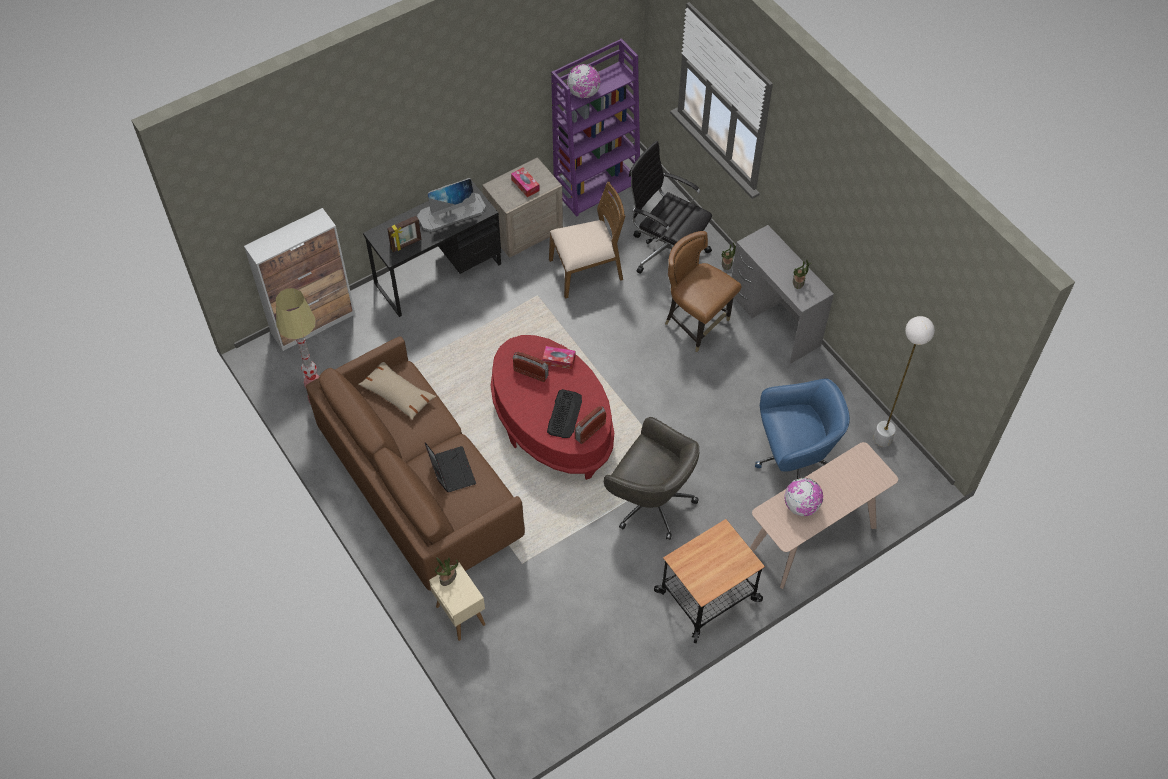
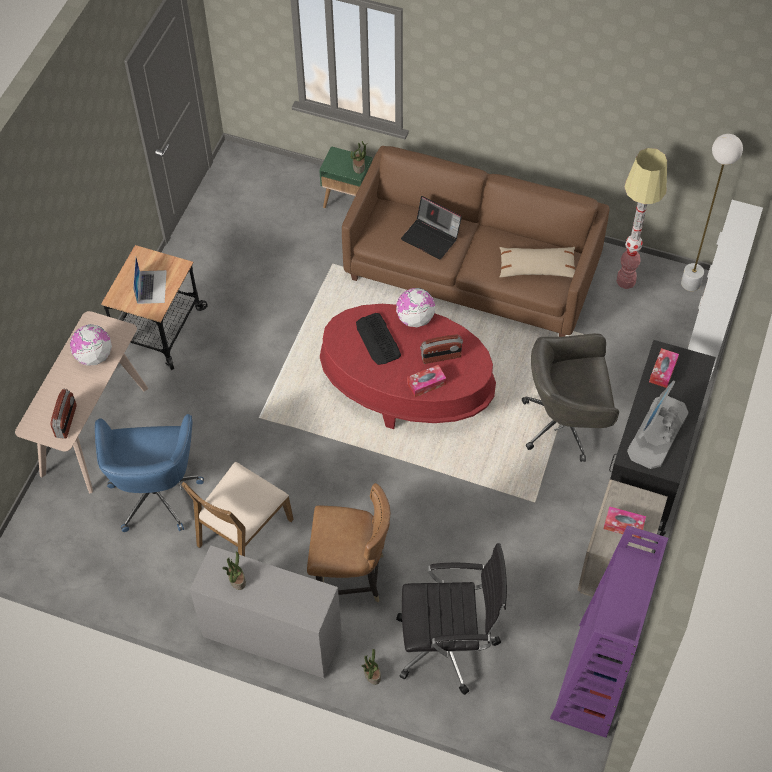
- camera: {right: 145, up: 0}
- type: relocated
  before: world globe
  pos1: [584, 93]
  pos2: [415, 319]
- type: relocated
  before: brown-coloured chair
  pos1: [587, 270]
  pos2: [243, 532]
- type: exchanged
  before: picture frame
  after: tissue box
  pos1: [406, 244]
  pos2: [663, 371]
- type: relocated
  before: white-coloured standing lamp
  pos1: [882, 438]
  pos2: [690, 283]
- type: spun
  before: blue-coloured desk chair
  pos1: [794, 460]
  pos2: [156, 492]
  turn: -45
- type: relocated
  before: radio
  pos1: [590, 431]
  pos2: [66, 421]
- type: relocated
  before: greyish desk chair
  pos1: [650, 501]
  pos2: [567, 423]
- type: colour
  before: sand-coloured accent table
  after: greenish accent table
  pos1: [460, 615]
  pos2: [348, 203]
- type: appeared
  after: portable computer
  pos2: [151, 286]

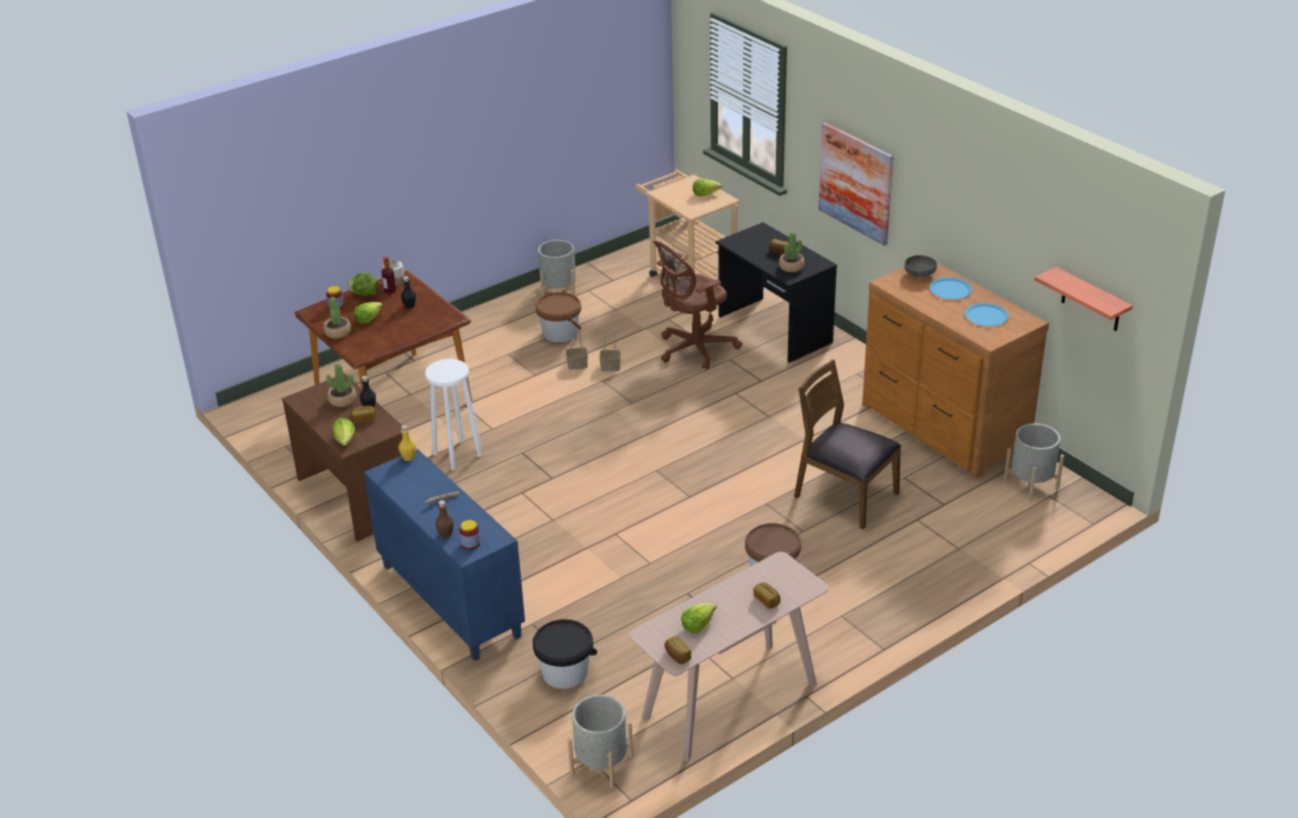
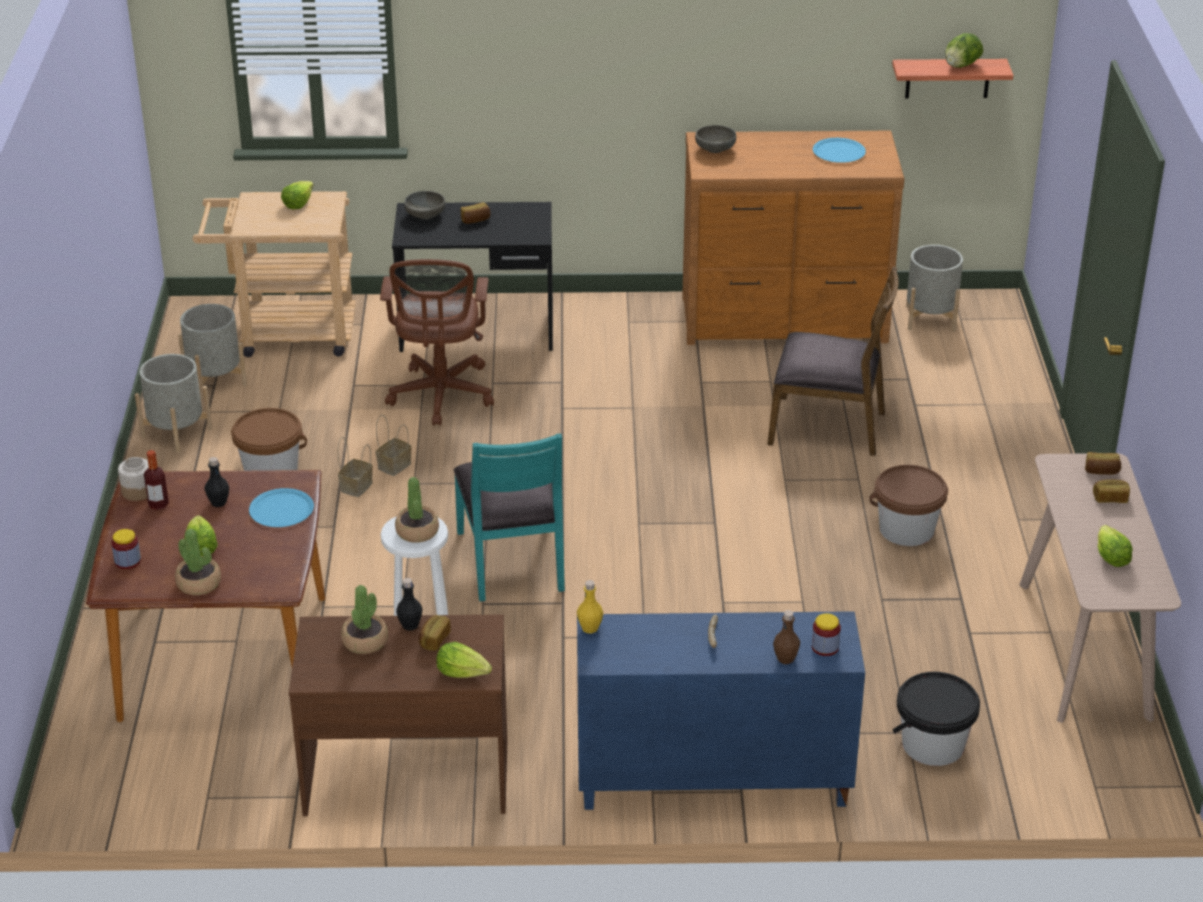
- camera: {right: -55, up: 0}
- type: missing
  before: wall picture
  pos1: [856, 183]
- type: relocated
  before: houseplant
  pos1: [791, 267]
  pos2: [417, 531]
- type: relocated
  before: lettuce head
  pos1: [364, 294]
  pos2: [961, 66]
- type: relocated
  before: blue-coloured flat dish
  pos1: [950, 289]
  pos2: [281, 509]
- type: spun
  before: brown-coloured chair
  pos1: [844, 495]
  pos2: [828, 427]
  turn: -150
- type: relocated
  before: bread
  pos1: [677, 656]
  pos2: [1101, 471]
- type: relocated
  before: greyish plant pot
  pos1: [601, 764]
  pos2: [215, 380]
- type: appeared
  after: greyish bowl
  pos2: [425, 215]
- type: appeared
  after: turquoise chair
  pos2: [513, 561]

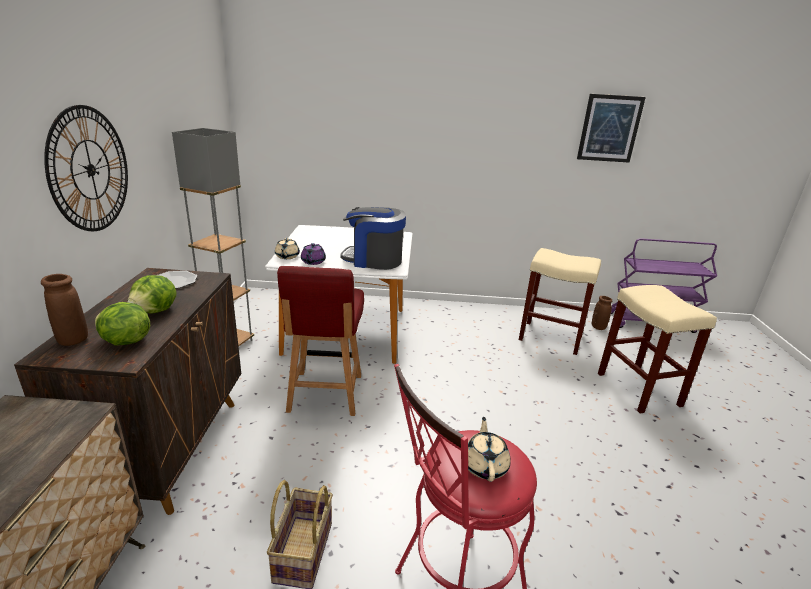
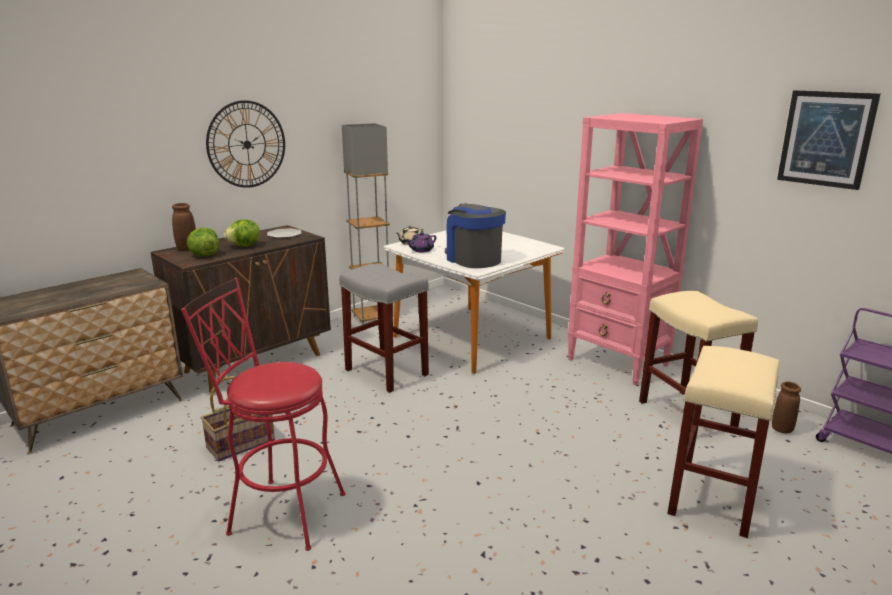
- camera: {right: 45, up: -5}
- type: exchanged
  before: red-coloured chair
  after: greyish stool
  pos1: [325, 394]
  pos2: [385, 372]
- type: missing
  before: sand-coloured tea pot
  pos1: [484, 465]
- type: appeared
  after: pink bookcase
  pos2: [618, 363]

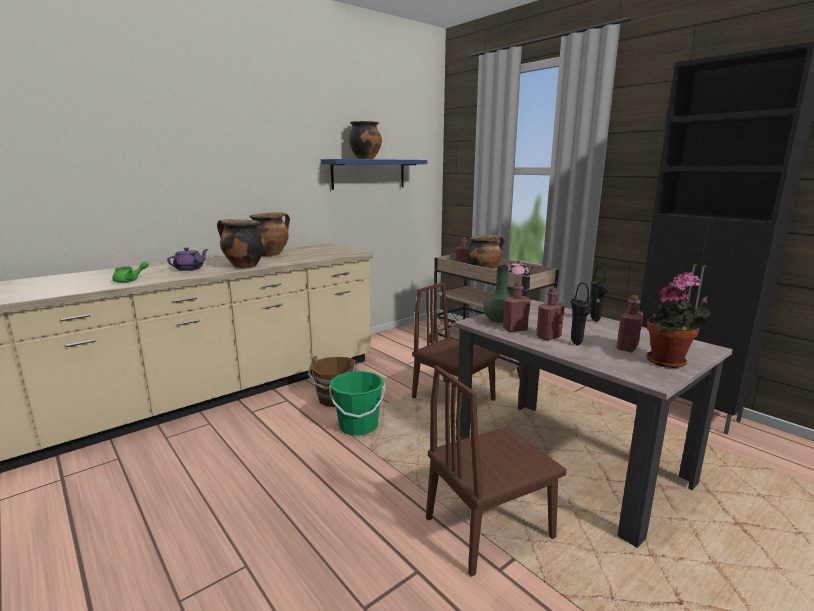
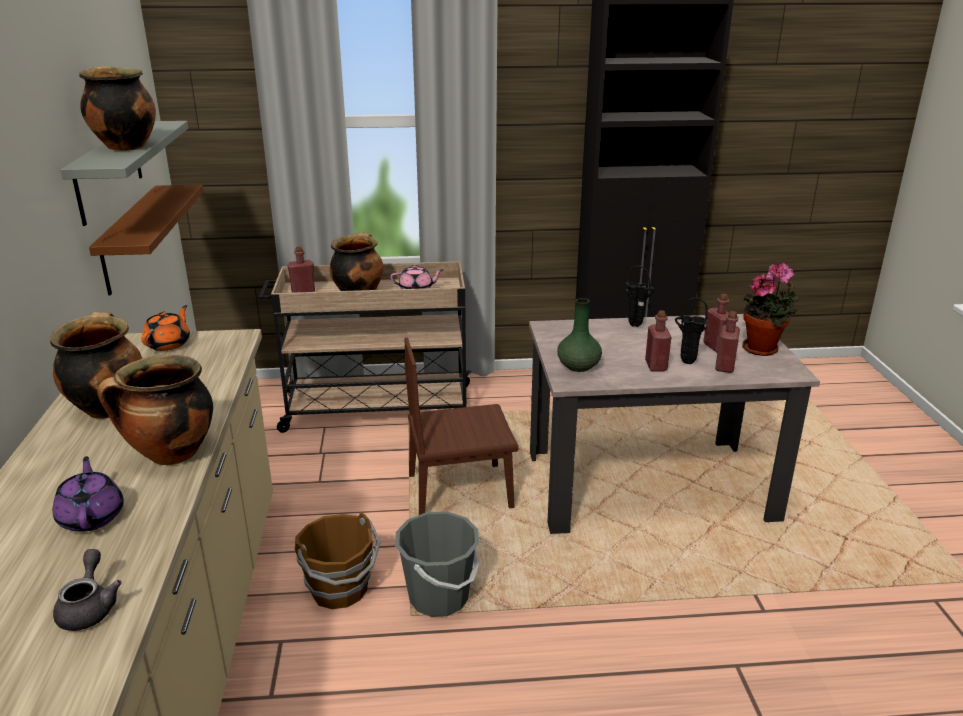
- camera: {right: -55, up: 10}
- type: colour
  before: blue-coloured bracket shelf
  after: greyish bracket shelf
  pos1: [369, 174]
  pos2: [108, 171]
- type: colour
  before: greenish tea pot
  after: greyish tea pot
  pos1: [130, 280]
  pos2: [90, 607]
- type: relocated
  before: red-coloured drink bottle
  pos1: [515, 329]
  pos2: [724, 367]
- type: missing
  before: brown-coloured chair
  pos1: [489, 527]
- type: colour
  before: greenish pail
  after: greyish pail
  pos1: [358, 426]
  pos2: [439, 597]
- type: appeared
  after: brown-coloured bracket shelf
  pos2: [130, 238]
- type: appeared
  after: orange tea pot
  pos2: [169, 344]

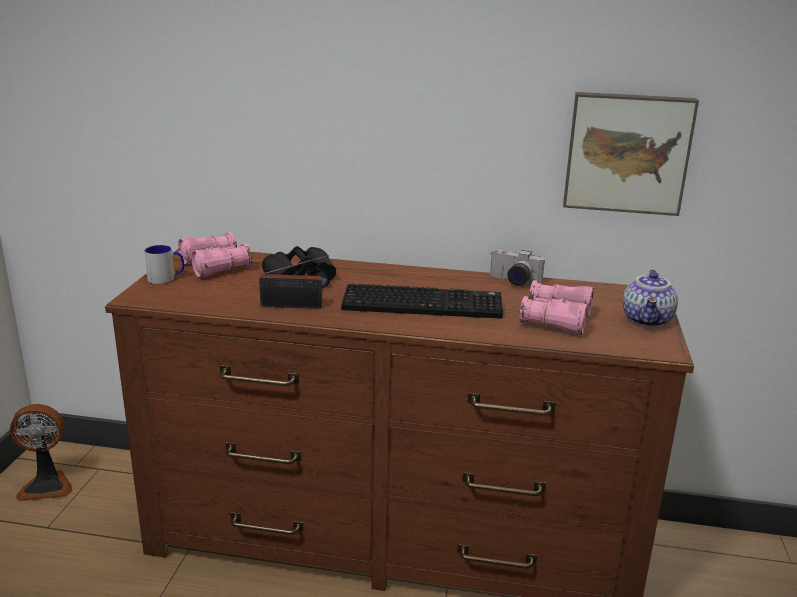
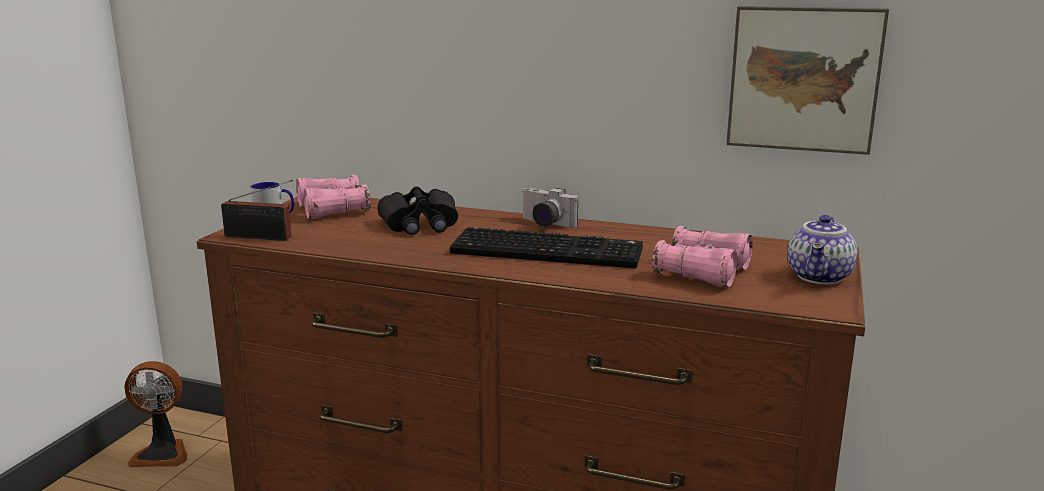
- camera: {right: 10, up: -5}
- type: relocated
  before: still camera
  pos1: [513, 282]
  pos2: [544, 224]
- type: relocated
  before: radio
  pos1: [295, 306]
  pos2: [261, 237]

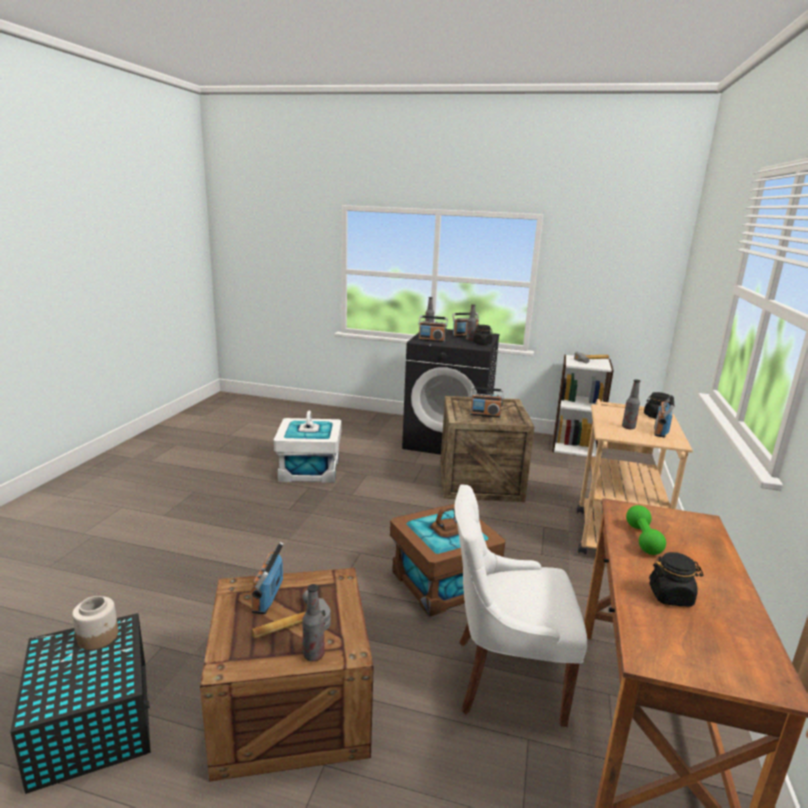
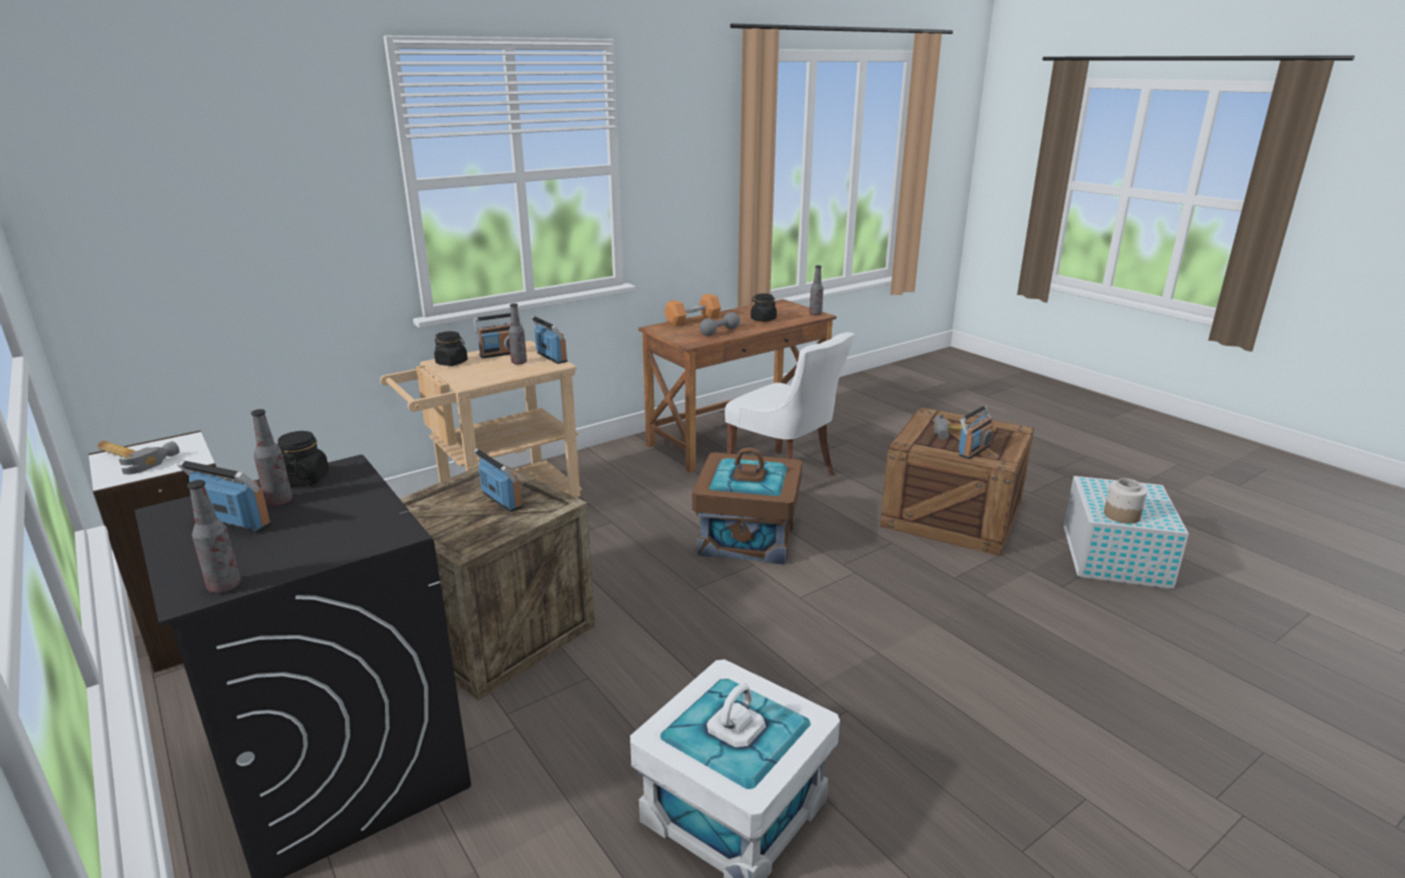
- camera: {right: -140, up: 5}
- type: relocated
  before: radio
  pos1: [431, 340]
  pos2: [551, 357]
- type: colour
  before: greenish free weight
  after: greyish free weight
  pos1: [643, 539]
  pos2: [719, 332]
- type: relocated
  before: drink bottle
  pos1: [313, 655]
  pos2: [815, 314]
- type: colour
  before: black-coloured storage box
  after: white-coloured storage box
  pos1: [93, 720]
  pos2: [1115, 556]
- type: appeared
  after: orange free weight
  pos2: [692, 320]

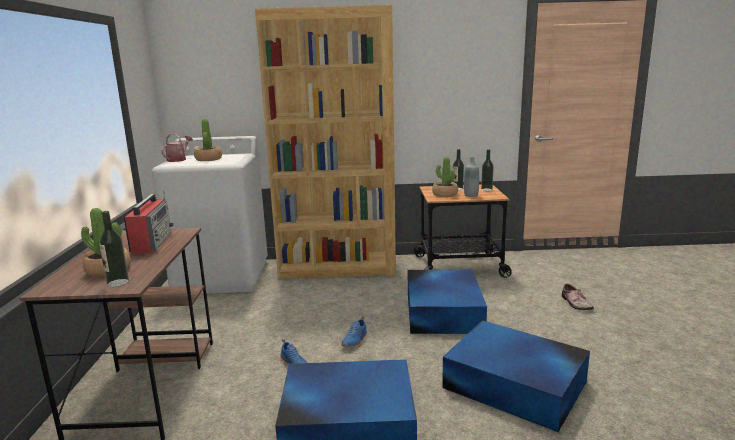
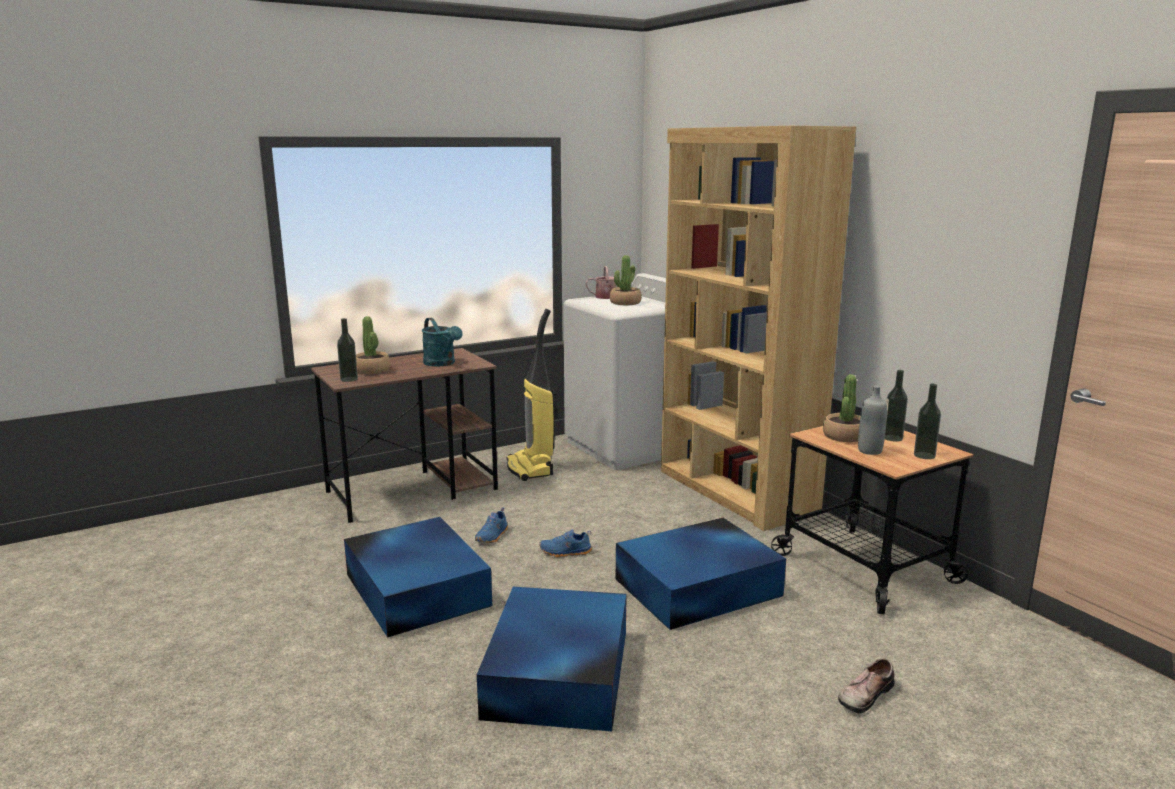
- camera: {right: 60, up: 0}
- type: exchanged
  before: radio
  after: turquoise watering pot
  pos1: [152, 242]
  pos2: [442, 363]
- type: appeared
  after: vacuum
  pos2: [531, 468]

